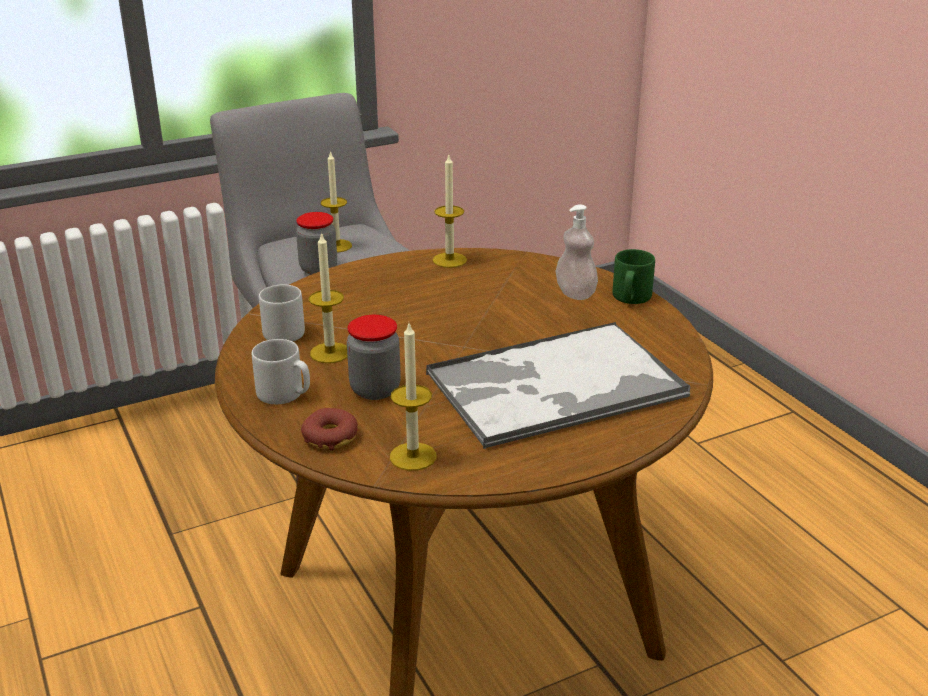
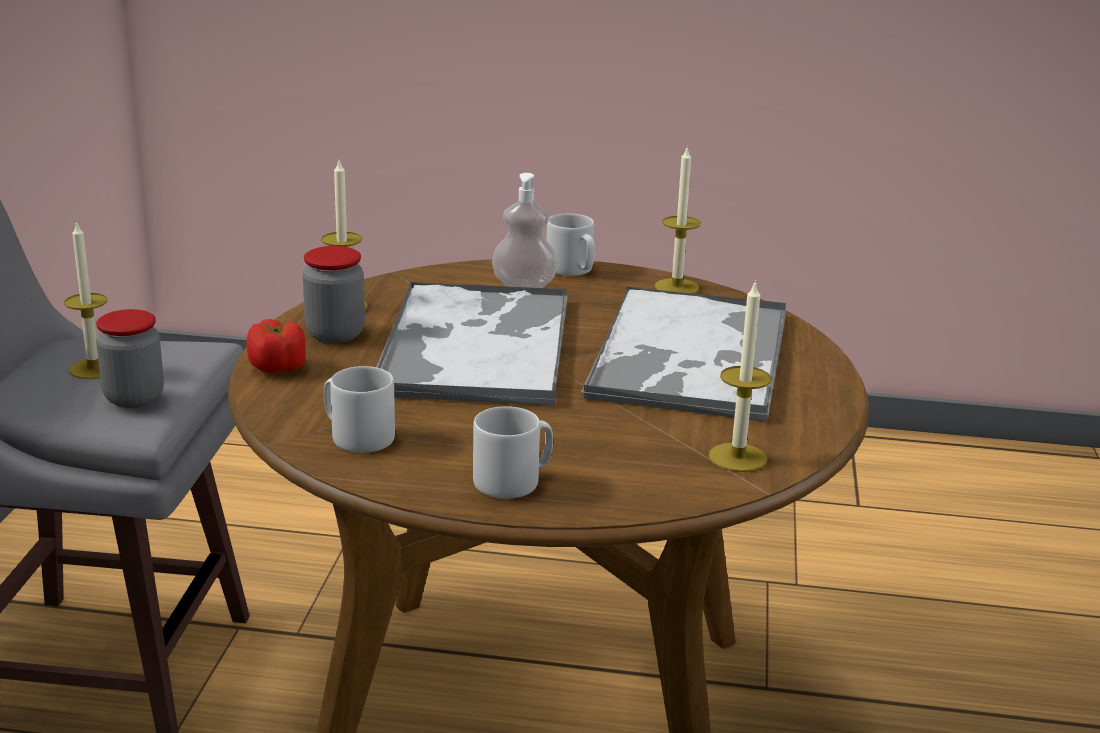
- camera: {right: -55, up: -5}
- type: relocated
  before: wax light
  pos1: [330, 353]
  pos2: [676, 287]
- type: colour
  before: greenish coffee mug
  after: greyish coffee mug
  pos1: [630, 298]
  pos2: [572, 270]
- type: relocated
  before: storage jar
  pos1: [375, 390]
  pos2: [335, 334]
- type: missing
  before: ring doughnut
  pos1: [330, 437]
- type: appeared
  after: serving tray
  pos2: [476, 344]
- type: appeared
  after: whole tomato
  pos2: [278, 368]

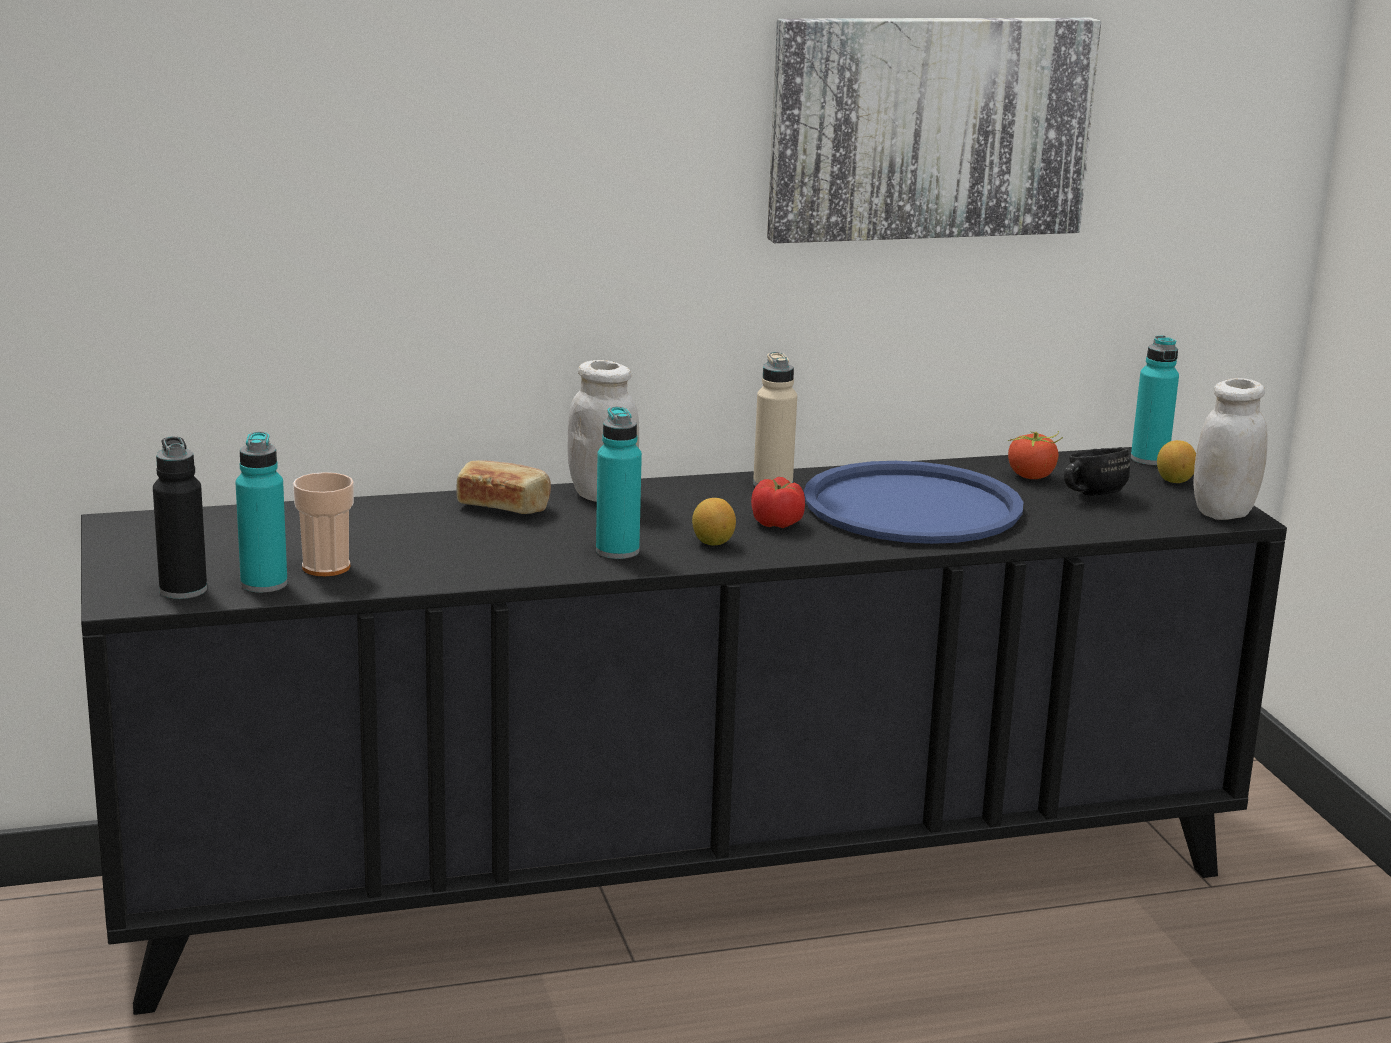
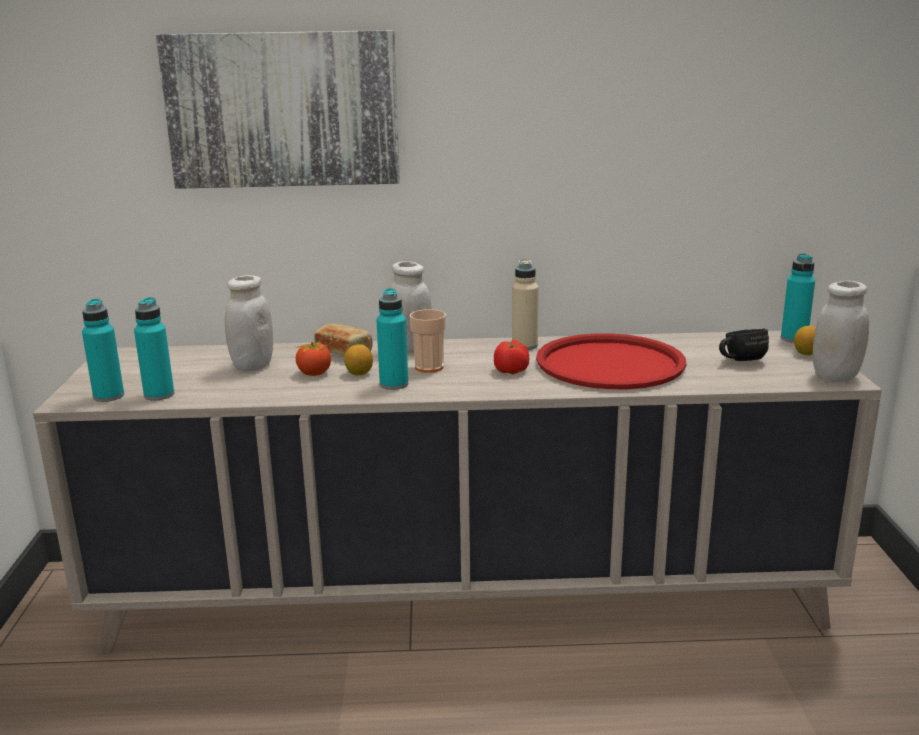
- camera: {right: 15, up: 0}
- type: relocated
  before: wall picture
  pos1: [930, 127]
  pos2: [283, 110]
- type: relocated
  before: whole tomato
  pos1: [1031, 476]
  pos2: [315, 373]
- type: colour
  before: black-coloured drink bottle
  after: turquoise drink bottle
  pos1: [183, 590]
  pos2: [109, 396]
- type: colour
  before: black-coloured storage cabinet
  after: sand-coloured storage cabinet
  pos1: [682, 883]
  pos2: [463, 597]
- type: colour
  before: blue-coloured serving tray
  after: red-coloured serving tray
  pos1: [912, 506]
  pos2: [610, 363]
- type: relocated
  before: cup
  pos1: [326, 567]
  pos2: [429, 367]
- type: relocated
  before: citrus fruit
  pos1: [712, 542]
  pos2: [359, 373]
- type: appeared
  after: white-coloured storage jar
  pos2: [252, 366]

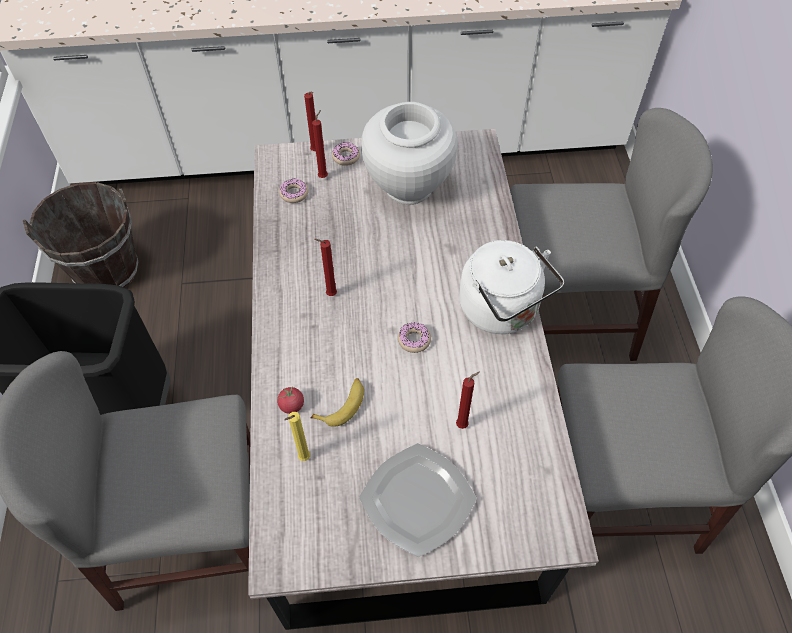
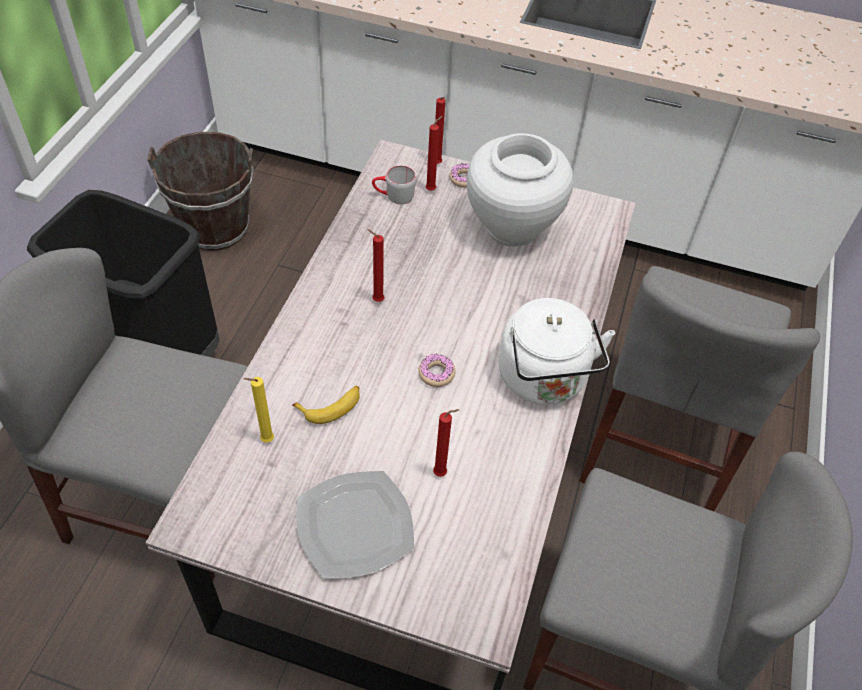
- camera: {right: 20, up: -5}
- type: spun
  before: greyish chair
  pos1: [565, 317]
  pos2: [658, 445]
  turn: 90
- type: exchanged
  before: ring doughnut
  after: greyish coffee mug
  pos1: [294, 194]
  pos2: [393, 196]
- type: missing
  before: whole tomato
  pos1: [291, 405]

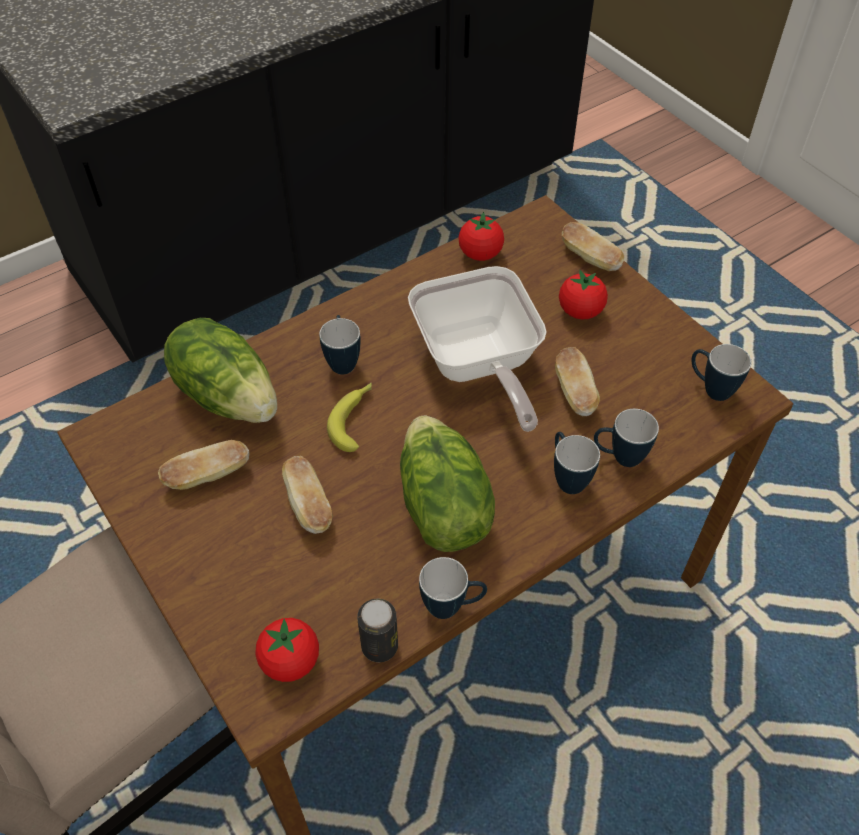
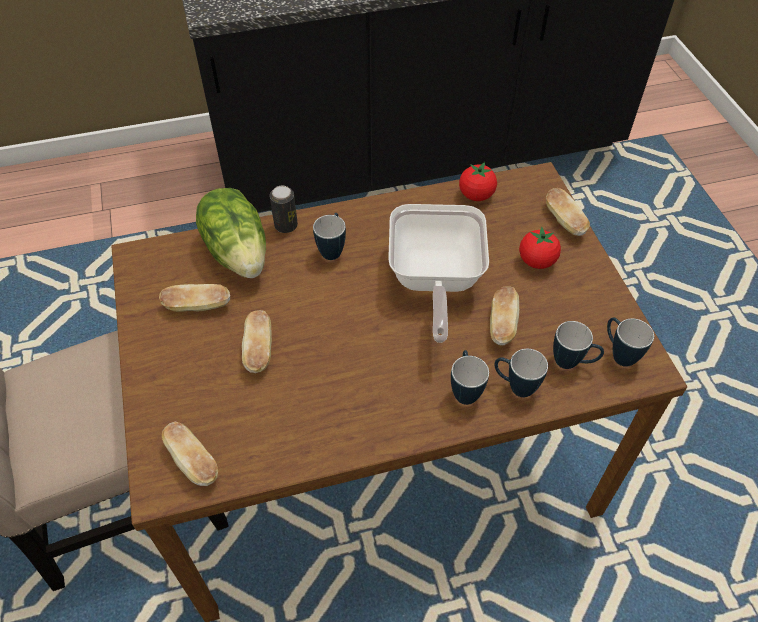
- camera: {right: 20, up: 0}
- type: missing
  before: banana fruit
  pos1: [355, 419]
- type: missing
  before: lettuce head
  pos1: [441, 507]
- type: relocated
  before: coffee mug
  pos1: [452, 606]
  pos2: [572, 363]
- type: relocated
  before: sealed can
  pos1: [379, 646]
  pos2: [286, 225]
- type: exchanged
  before: whole tomato
  after: bread
  pos1: [290, 661]
  pos2: [193, 461]

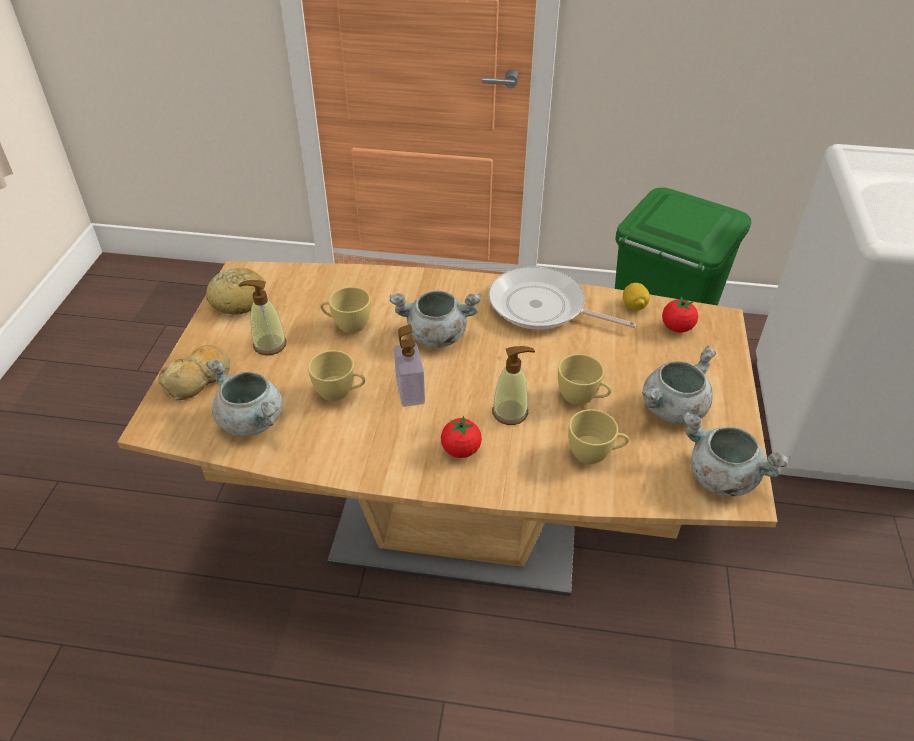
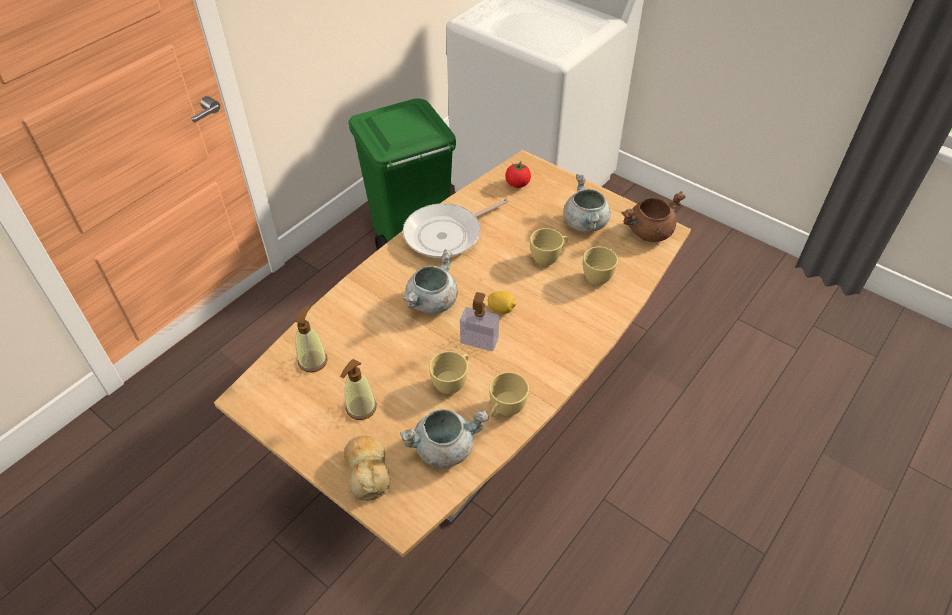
- camera: {right: -60, up: 5}
- type: missing
  before: bread
  pos1: [238, 300]
- type: relocated
  before: citrus fruit
  pos1: [634, 306]
  pos2: [501, 309]
- type: relocated
  before: yellowish cup
  pos1: [347, 325]
  pos2: [505, 410]
- type: relocated
  before: soap bottle
  pos1: [510, 412]
  pos2: [313, 361]
- type: colour
  before: greyish cooking pot
  after: brown-coloured cooking pot
  pos1: [720, 477]
  pos2: [649, 233]
- type: missing
  before: whole tomato
  pos1: [461, 450]

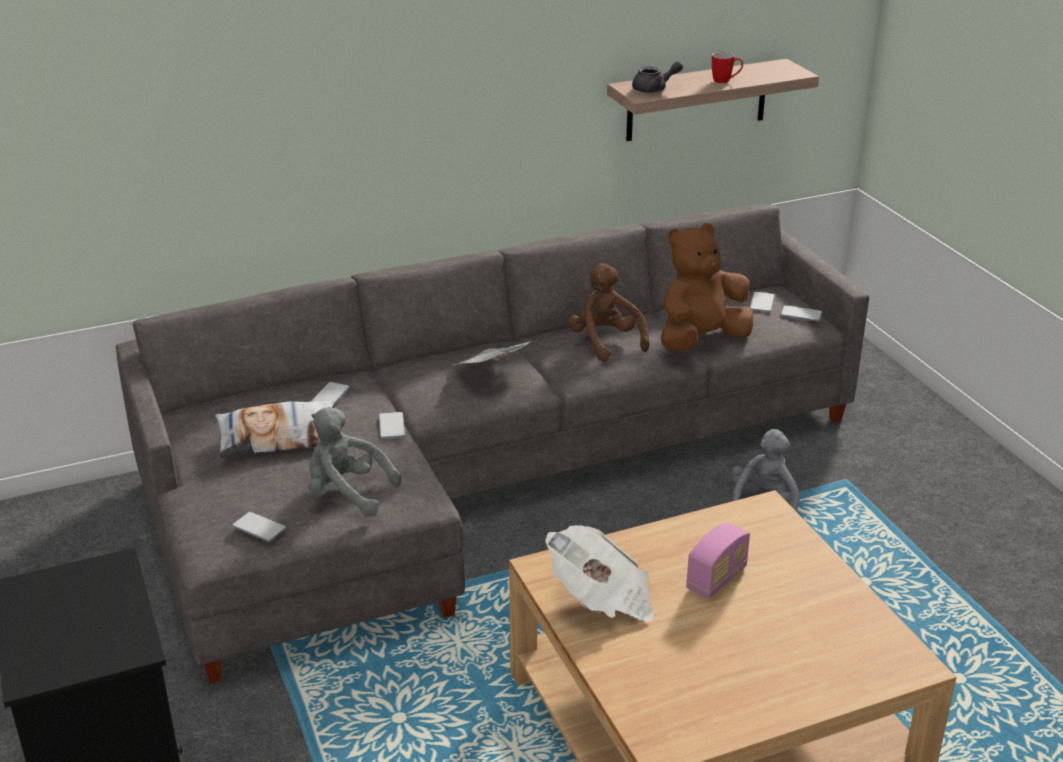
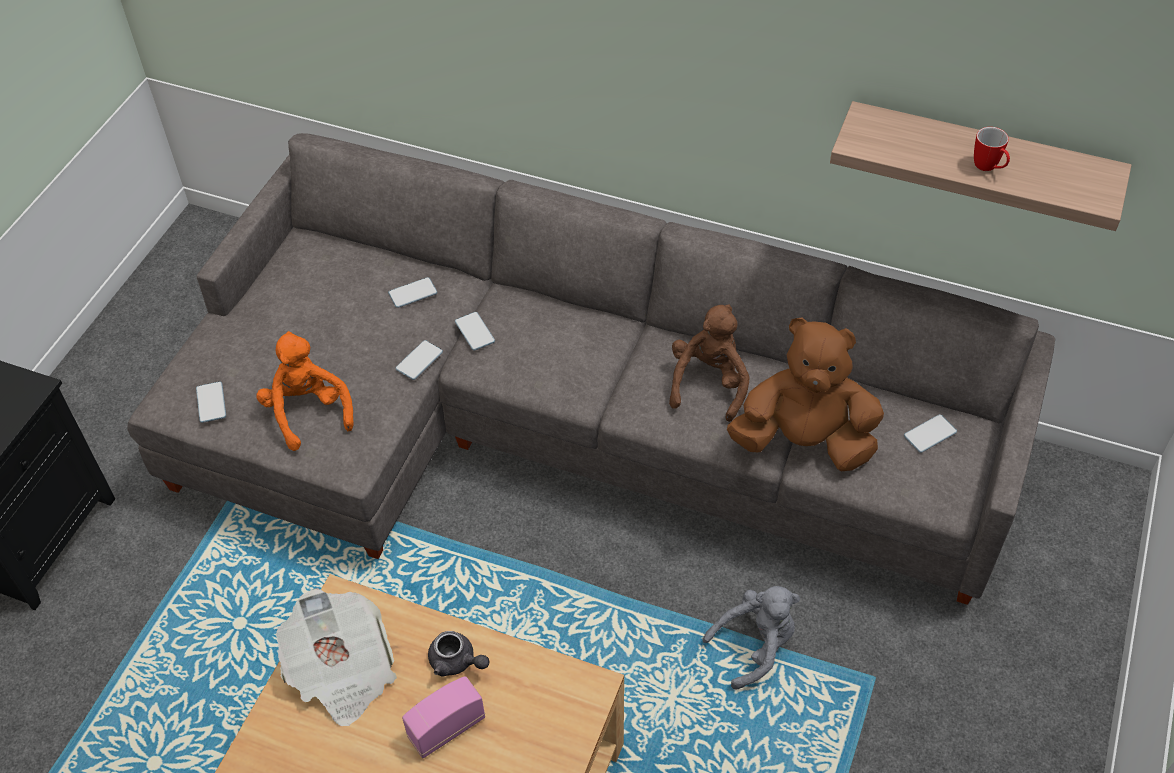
- camera: {right: 45, up: 20}
- type: relocated
  before: greyish tea pot
  pos1: [654, 89]
  pos2: [457, 662]
- type: relocated
  before: telephone
  pos1: [801, 314]
  pos2: [475, 332]
- type: missing
  before: newspaper
  pos1: [495, 373]
- type: missing
  before: pillow
  pos1: [278, 437]
- type: colour
  before: greyish soft toy
  after: orange soft toy
  pos1: [347, 494]
  pos2: [308, 411]
- type: spun
  before: radio
  pos1: [716, 579]
  pos2: [446, 728]
  turn: 150

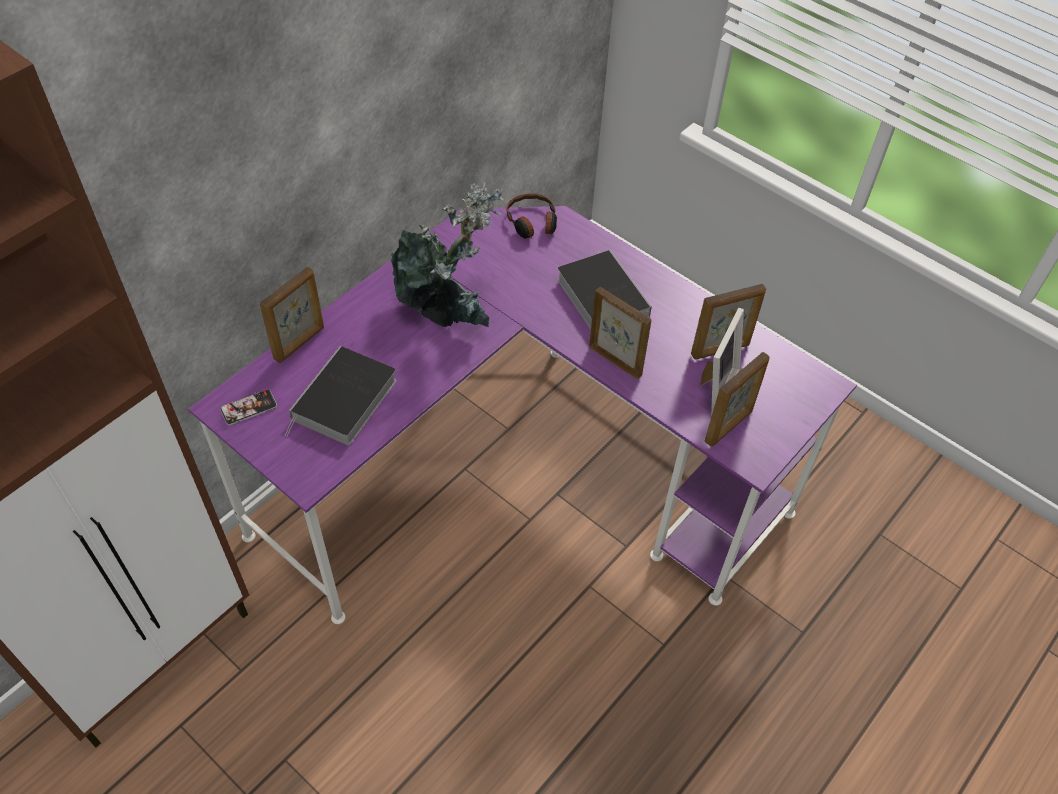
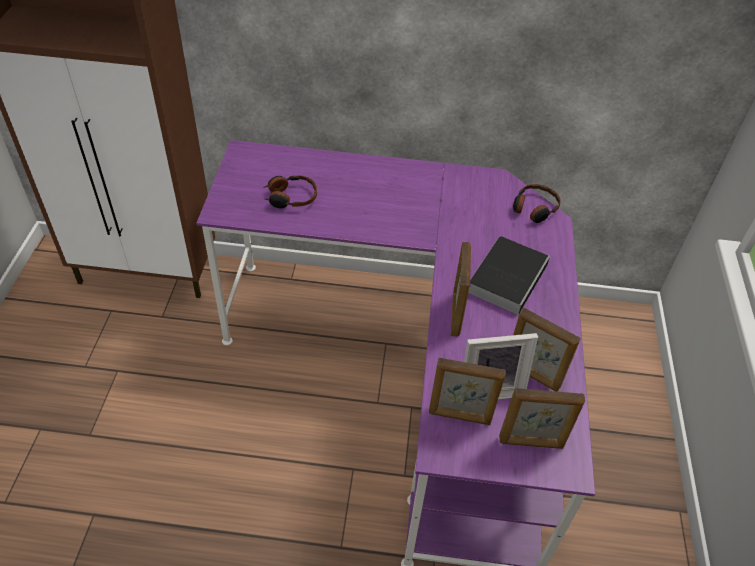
- camera: {right: 55, up: -5}
- type: missing
  before: houseplant
  pos1: [448, 311]
- type: relocated
  before: picture frame
  pos1: [300, 343]
  pos2: [531, 443]
- type: exchanged
  before: bound book
  after: headphones
  pos1: [344, 402]
  pos2: [290, 197]
- type: missing
  before: telephone
  pos1: [249, 408]

